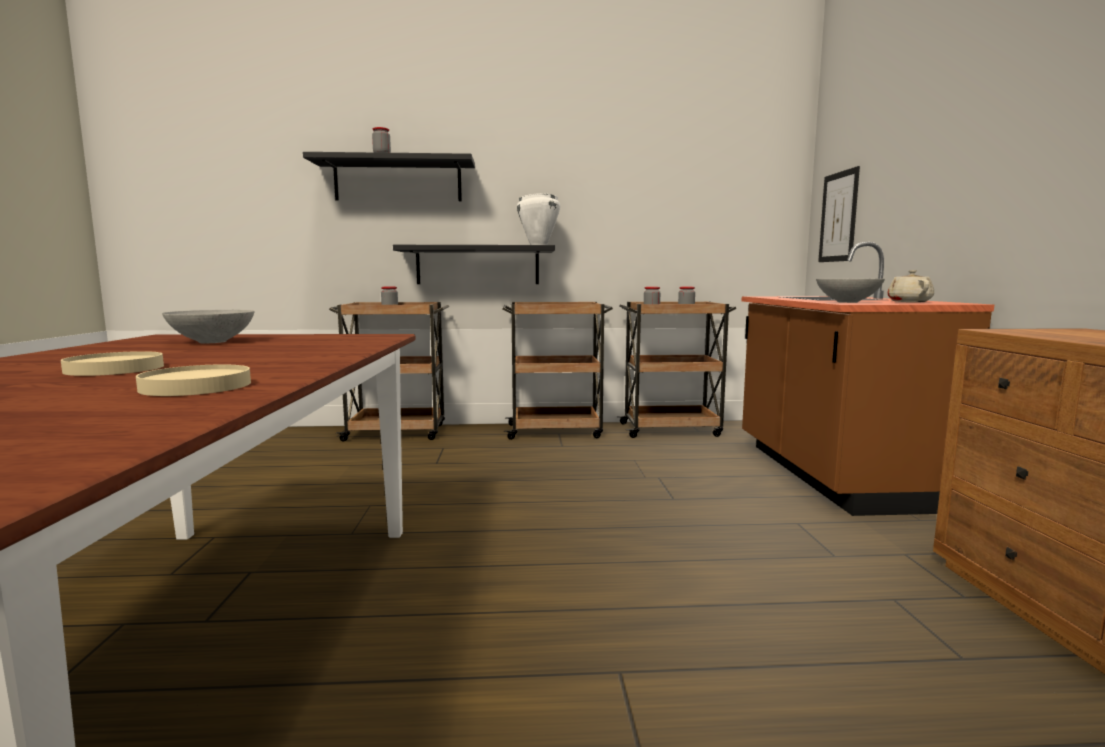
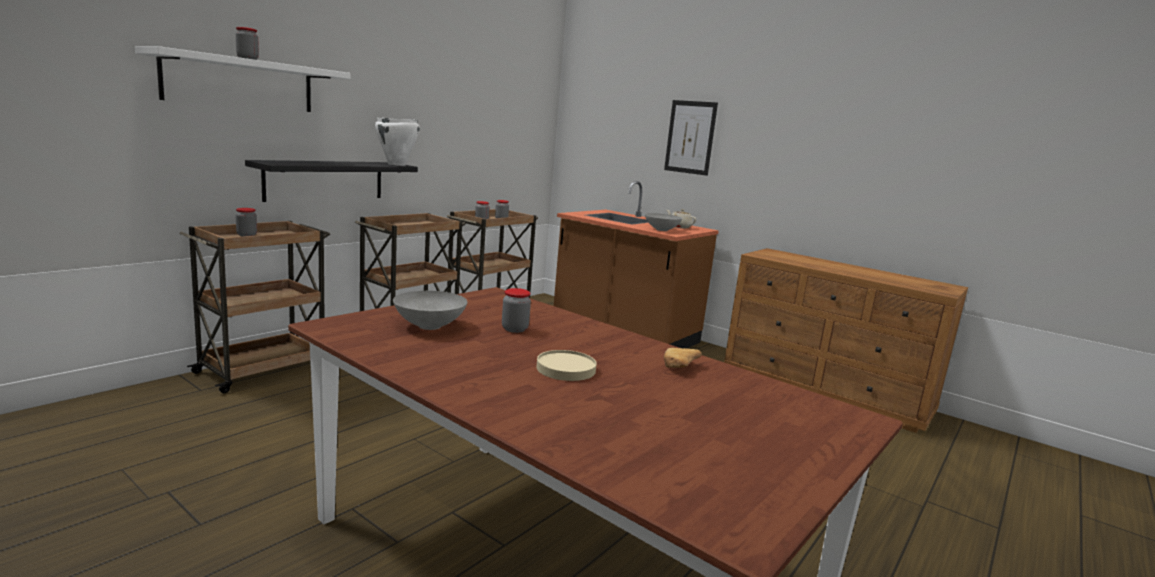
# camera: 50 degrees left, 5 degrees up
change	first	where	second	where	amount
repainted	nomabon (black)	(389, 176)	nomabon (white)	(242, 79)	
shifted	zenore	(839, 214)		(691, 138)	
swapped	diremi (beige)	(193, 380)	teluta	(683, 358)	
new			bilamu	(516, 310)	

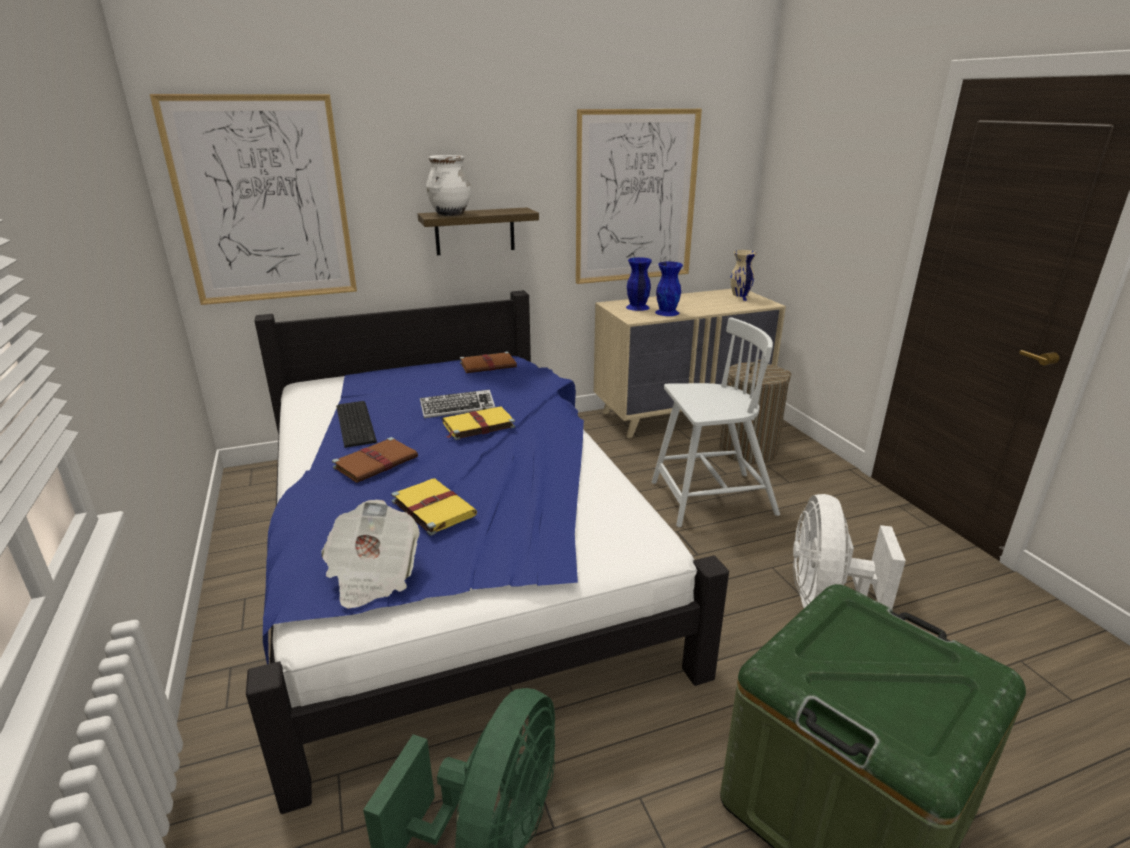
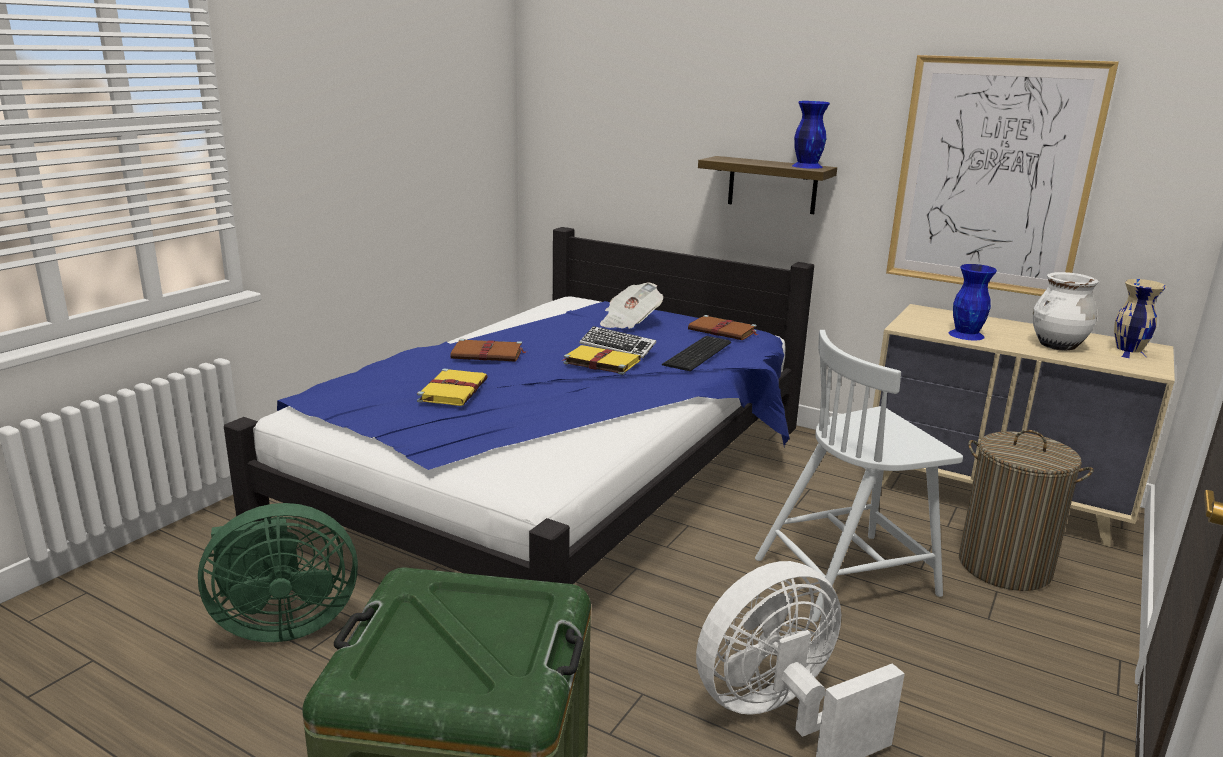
# camera: 50 degrees right, 5 degrees down
change	first	where	second	where	amount
gone	zenore	(253, 199)			
shifted	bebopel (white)	(448, 185)		(1065, 311)	
shifted	bebopel (blue)	(639, 284)		(811, 135)	
rotated	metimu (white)	(716, 422)		(859, 476)	120 degrees clockwise
shifted	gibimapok	(356, 424)		(696, 353)	
shifted	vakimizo	(370, 554)		(631, 306)	

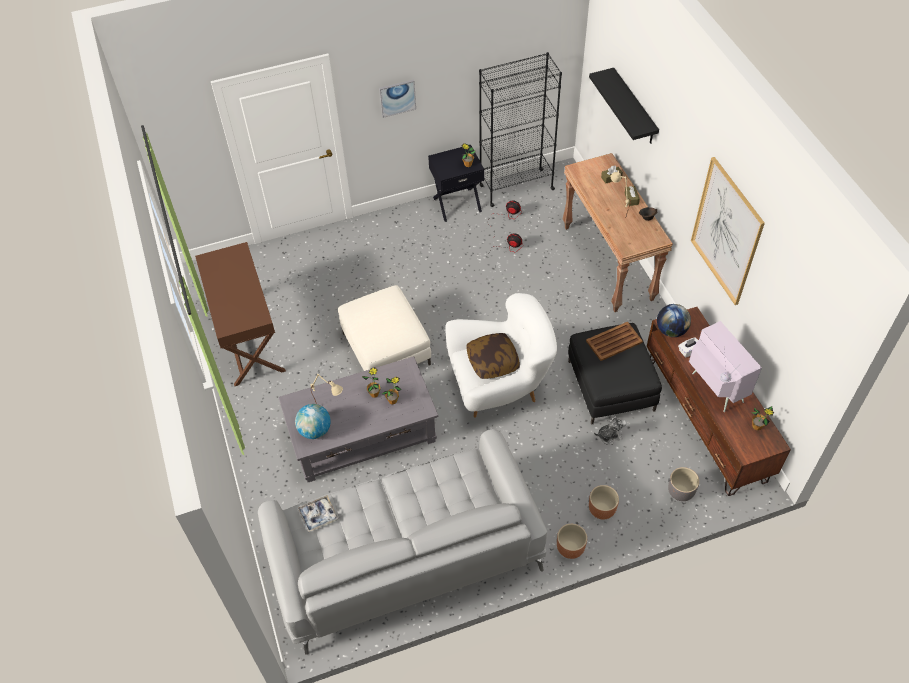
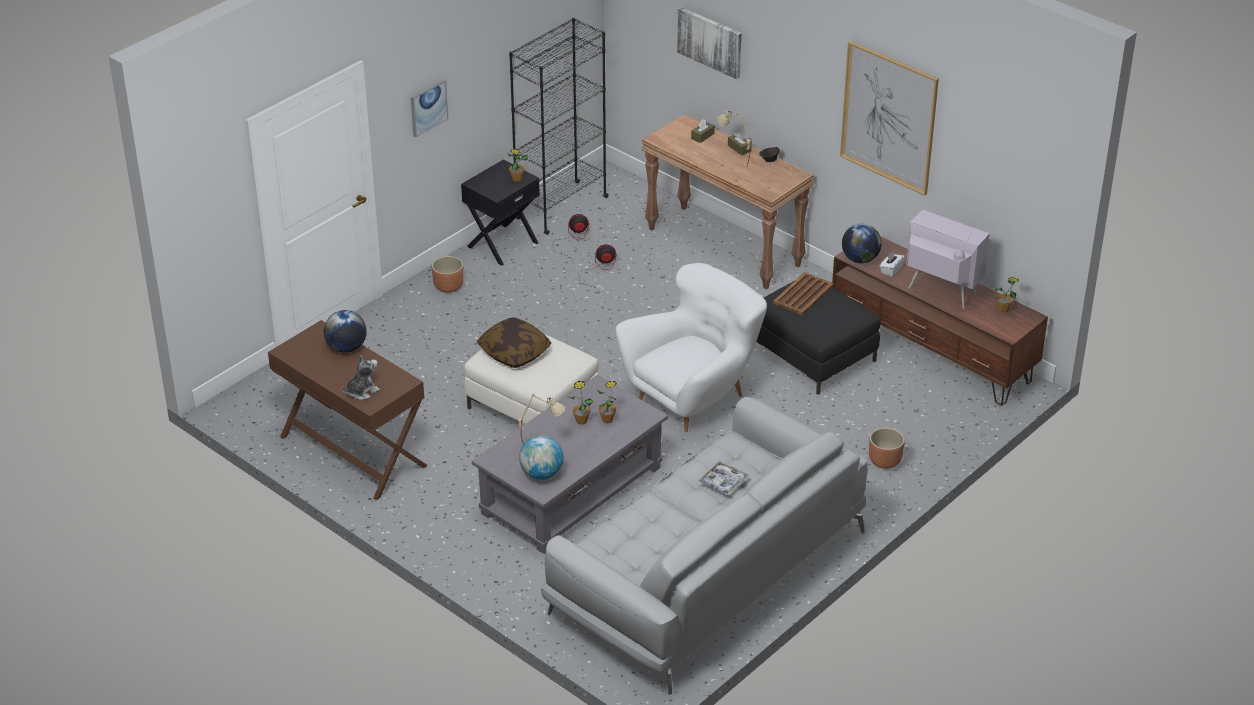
# camera: 30 degrees left, 15 degrees down
change	first	where	second	where	amount
swapped	nomabon (black)	(624, 106)	zenore	(709, 43)	
shifted	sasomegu	(493, 356)		(514, 342)	
shifted	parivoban	(610, 430)		(361, 377)	
gone	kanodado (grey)	(683, 484)			
shifted	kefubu	(318, 514)		(723, 478)	
shifted	kanodado (brown)	(572, 541)		(448, 274)	
new			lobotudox	(345, 331)	

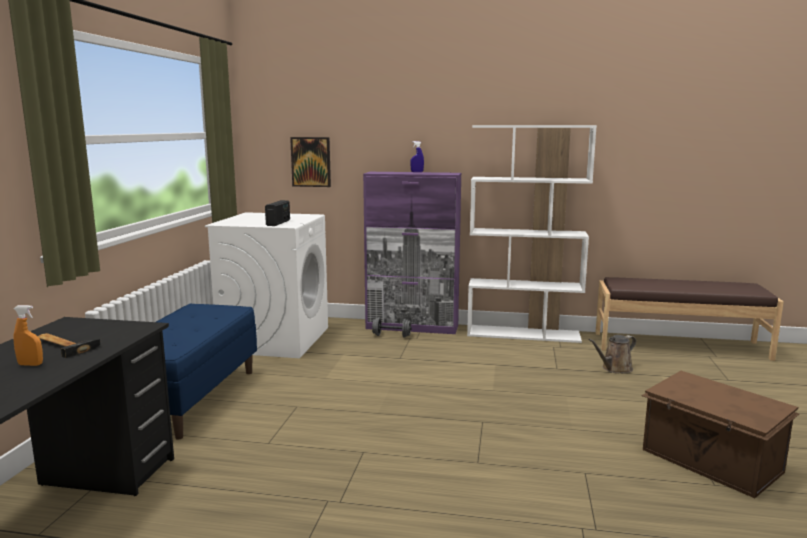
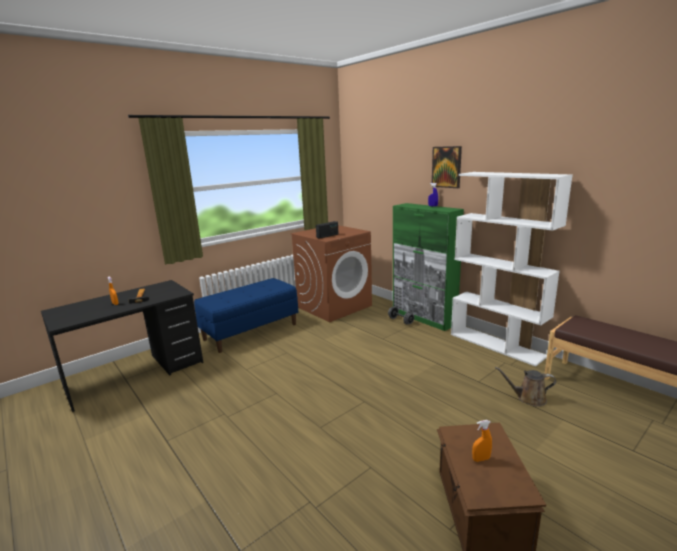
# camera: 40 degrees right, 5 degrees up
change	first	where	second	where	amount
shifted	zenore	(310, 162)		(447, 167)	
repainted	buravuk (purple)	(412, 253)	buravuk (green)	(428, 267)	
repainted	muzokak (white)	(266, 285)	muzokak (brown)	(331, 273)	
new			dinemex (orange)	(482, 441)	

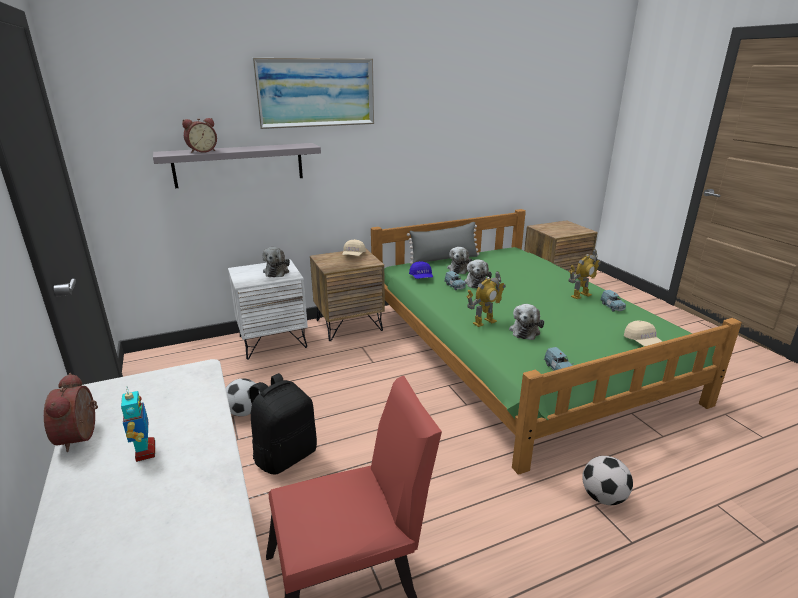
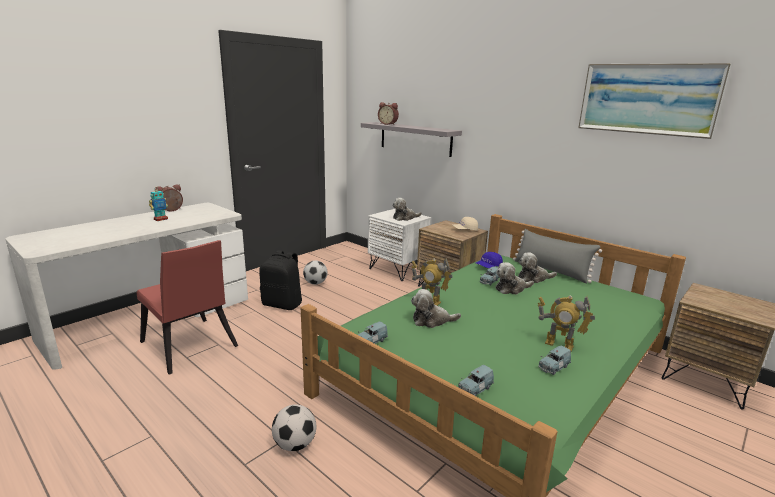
# camera: 65 degrees right, 5 degrees down
change	first	where	second	where	amount
shifted	zenore	(313, 93)		(655, 101)	
swapped	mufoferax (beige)	(643, 333)	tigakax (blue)	(476, 380)	

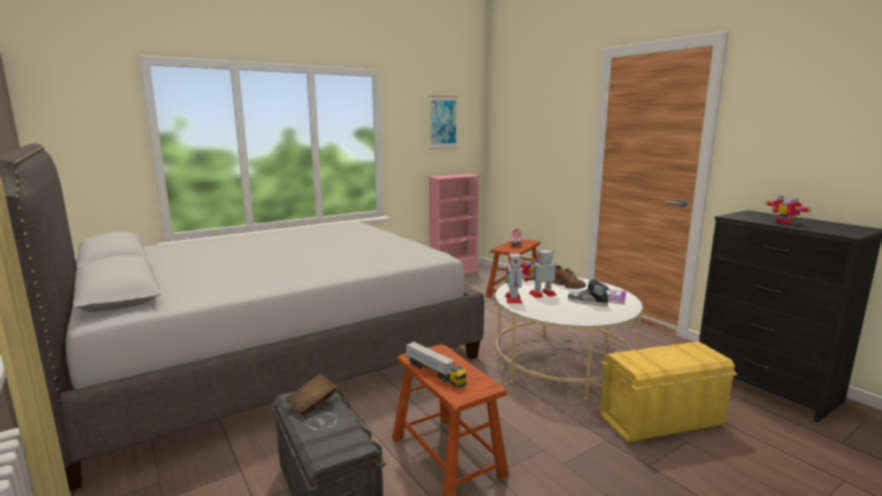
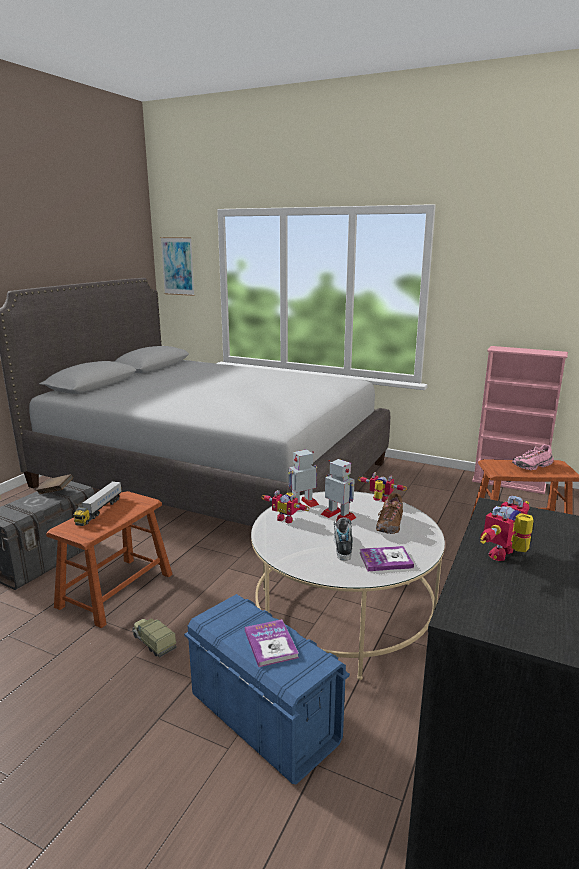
# camera: 60 degrees right, 5 degrees up
change	first	where	second	where	amount
shifted	zenore	(443, 122)		(177, 266)	
repainted	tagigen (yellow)	(668, 392)	tagigen (blue)	(267, 689)	
new			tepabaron	(285, 506)	
new			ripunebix	(154, 638)	
new			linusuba	(272, 643)	

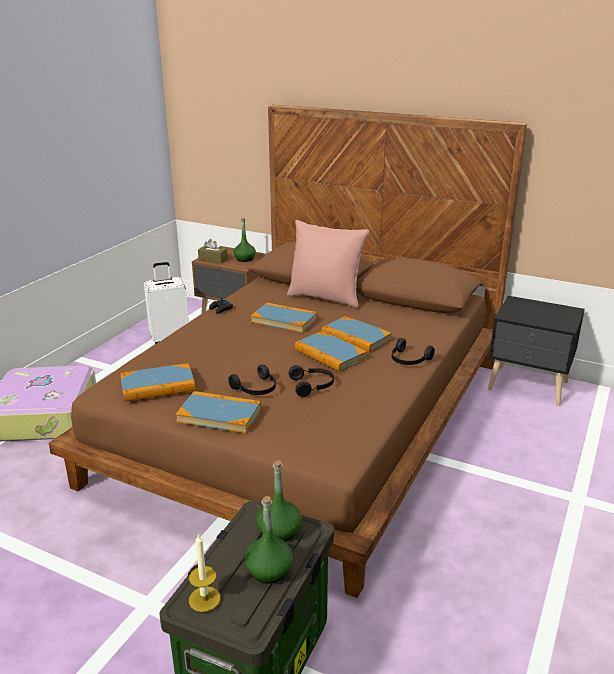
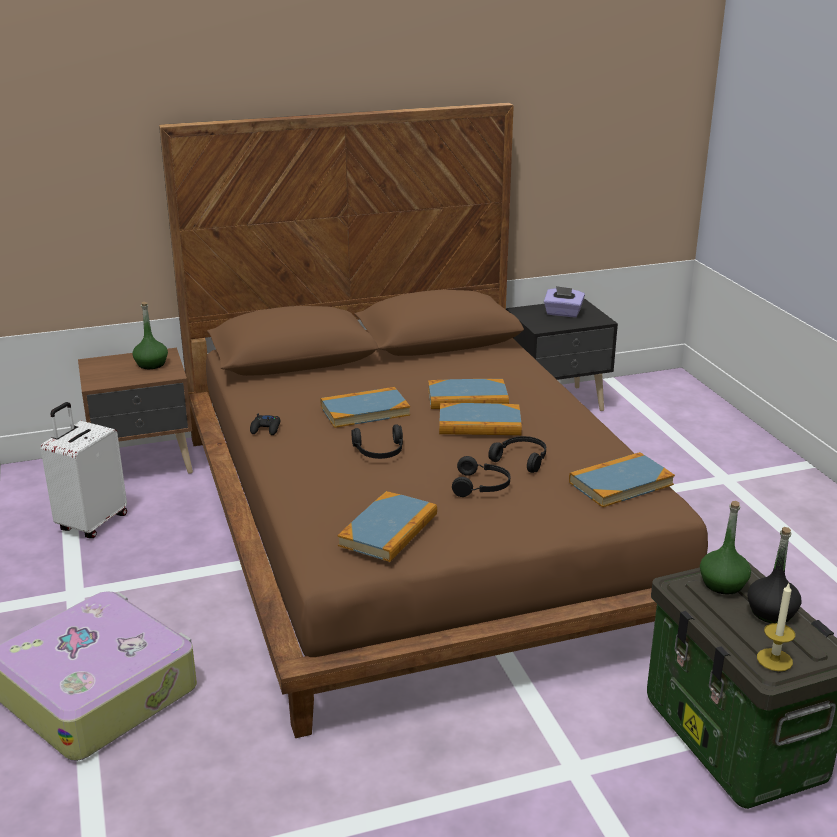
# camera: 45 degrees left, 0 degrees up
change	first	where	second	where	amount
gone	sasomegu (pink)	(328, 264)			
gone	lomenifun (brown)	(213, 251)			
shifted	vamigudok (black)	(413, 351)		(377, 441)	
shifted	linusuba	(218, 412)		(622, 479)	
repainted	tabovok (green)	(269, 540)	tabovok (black)	(774, 575)	
new			lomenifun (purple)	(564, 301)	

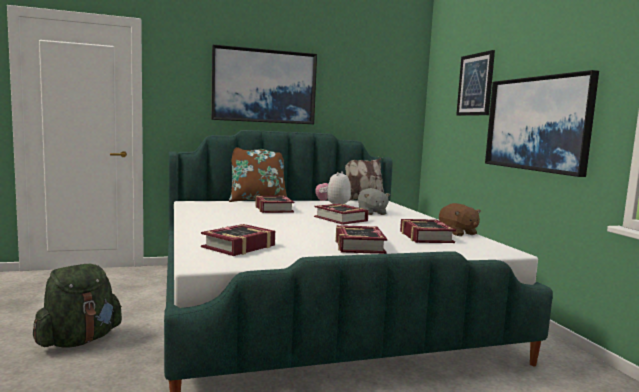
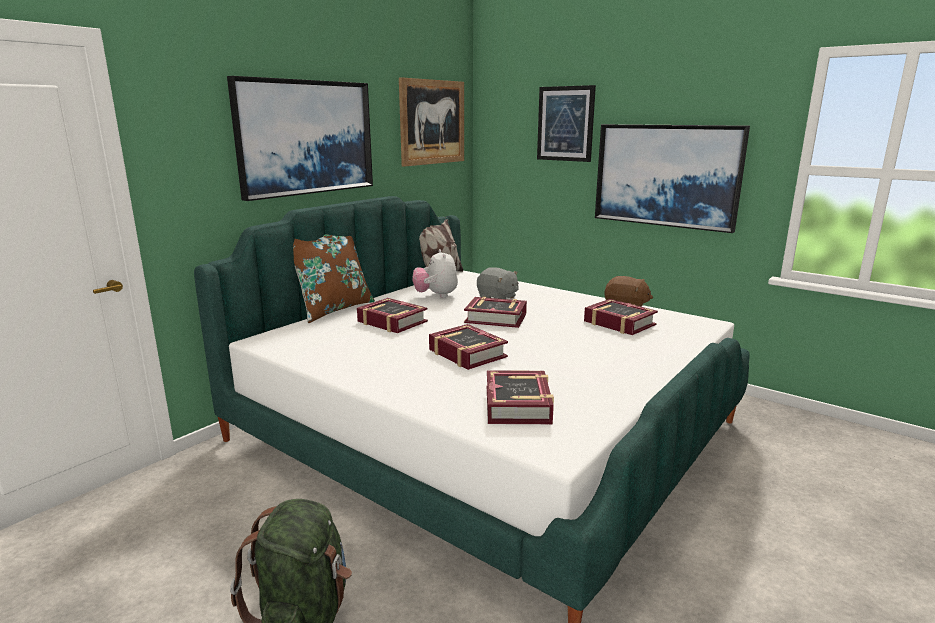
# camera: 35 degrees left, 10 degrees up
change	first	where	second	where	amount
shifted	linusuba	(361, 239)		(468, 347)	
new			zenore	(431, 122)	

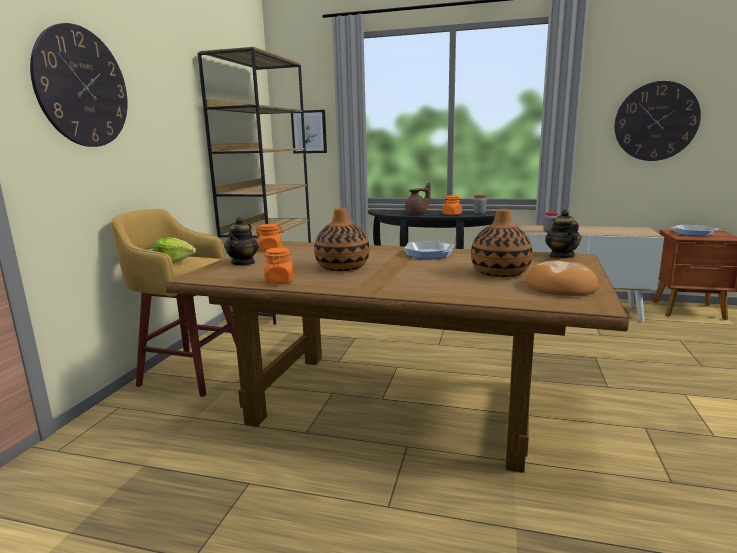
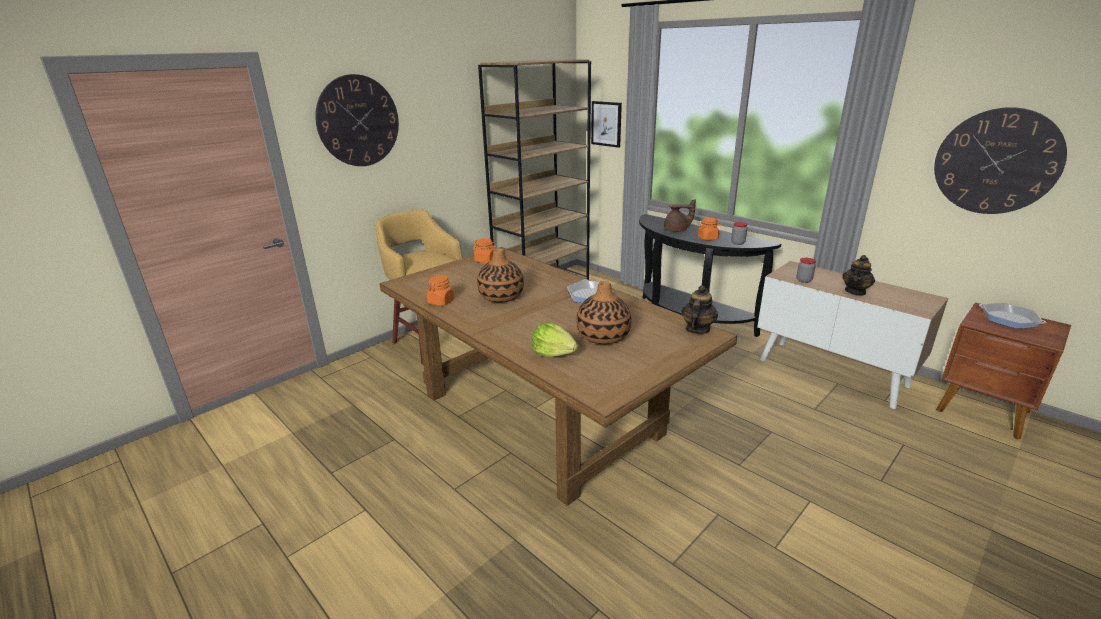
# camera: 30 degrees right, 10 degrees up
change	first	where	second	where	amount
shifted	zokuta	(241, 241)		(858, 275)	
shifted	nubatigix	(174, 250)		(555, 339)	
gone	teluta	(562, 278)			

